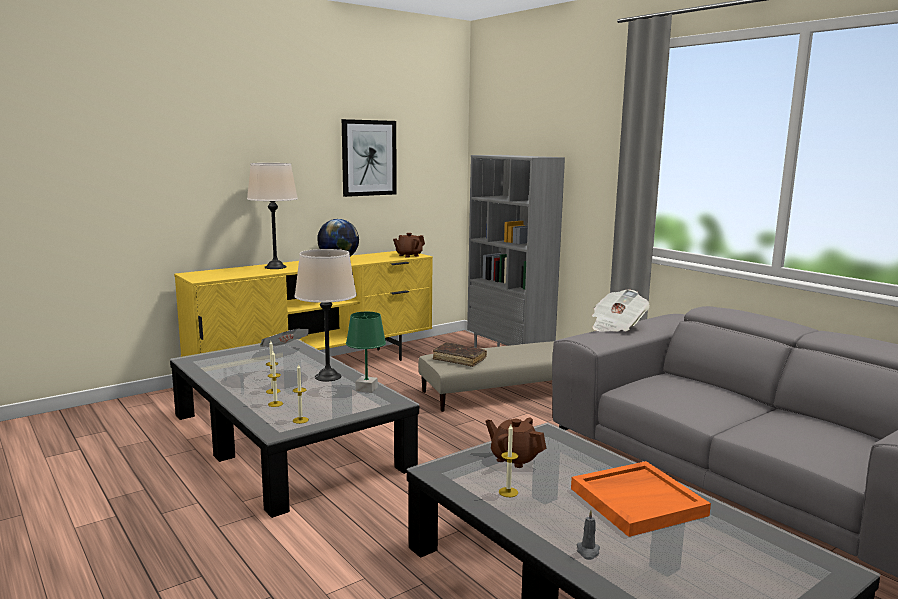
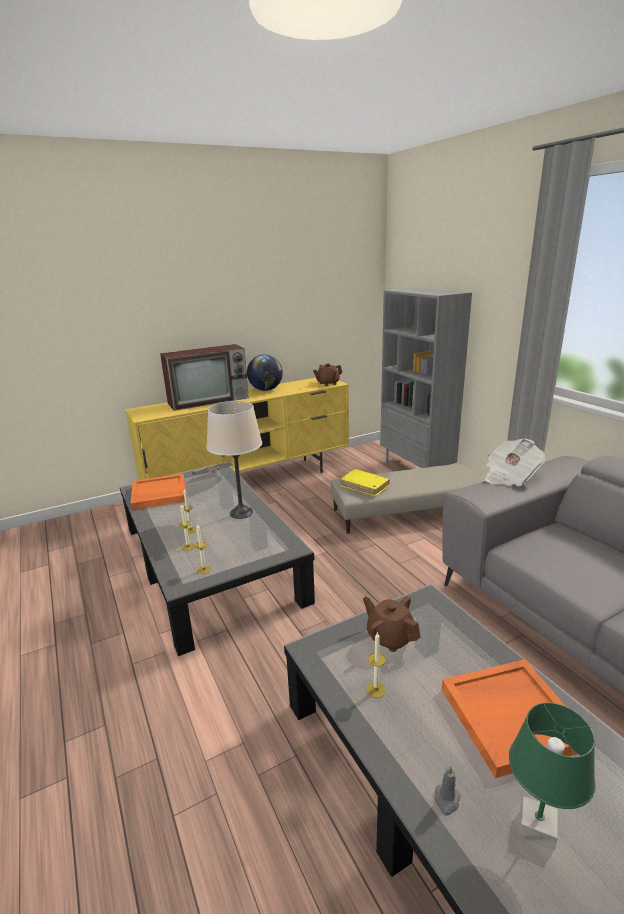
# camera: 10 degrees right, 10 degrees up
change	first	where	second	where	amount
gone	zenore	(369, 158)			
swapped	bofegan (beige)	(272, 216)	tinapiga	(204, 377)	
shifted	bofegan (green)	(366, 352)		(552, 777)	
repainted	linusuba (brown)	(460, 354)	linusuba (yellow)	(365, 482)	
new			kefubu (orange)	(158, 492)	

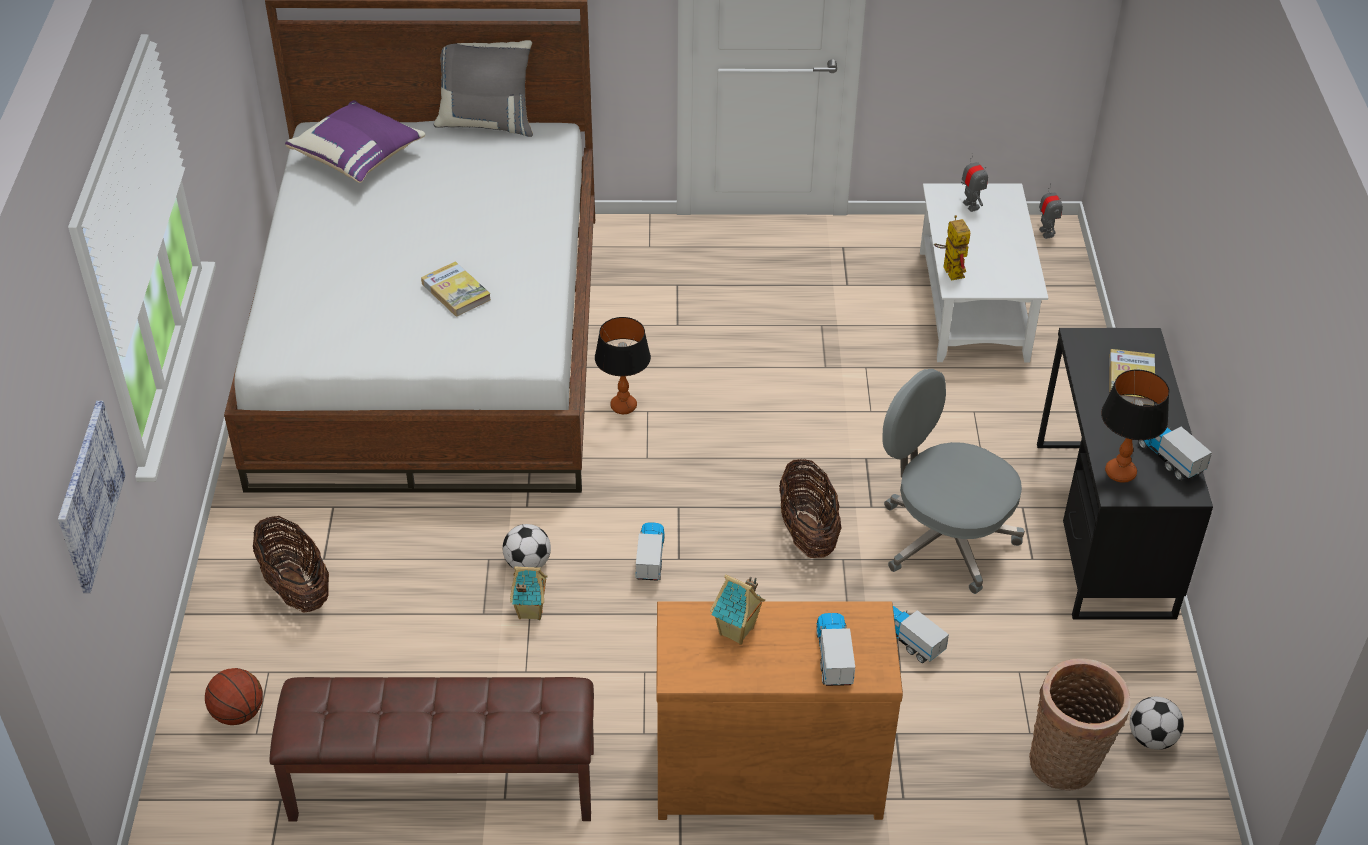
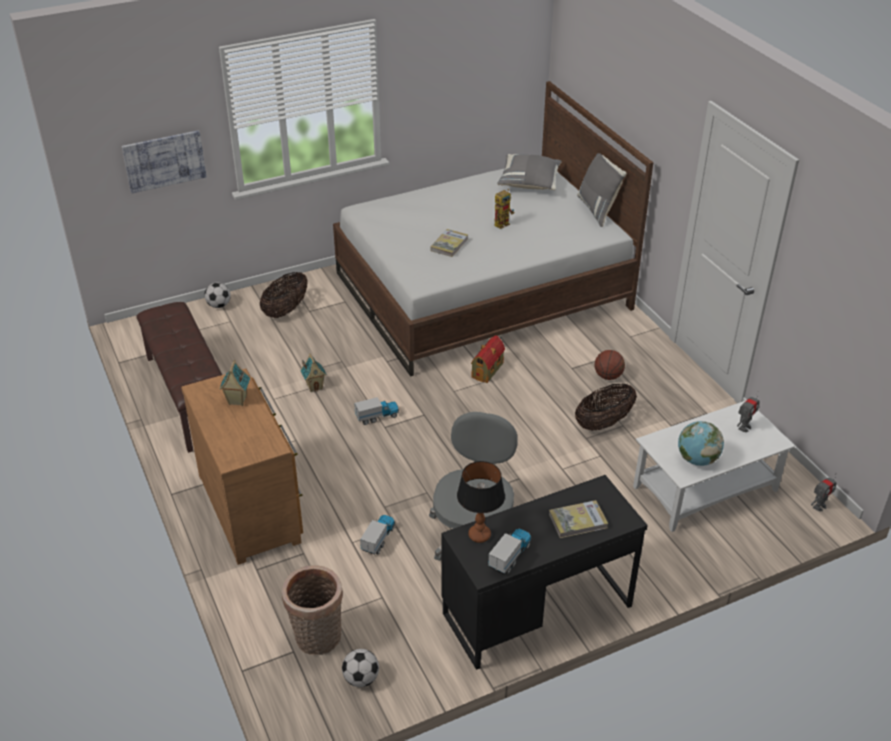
# camera: 65 degrees right, 5 degrees down
change	first	where	second	where	amount
repainted	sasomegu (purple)	(355, 141)	sasomegu (grey)	(529, 172)	
shifted	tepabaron	(952, 248)		(504, 209)	
swapped	bofegan	(623, 365)	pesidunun	(488, 359)	
shifted	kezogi	(810, 508)		(606, 407)	
shifted	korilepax	(526, 546)		(217, 295)	
gone	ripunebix	(835, 649)			
shifted	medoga	(234, 696)		(609, 365)	
new			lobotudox	(701, 443)	

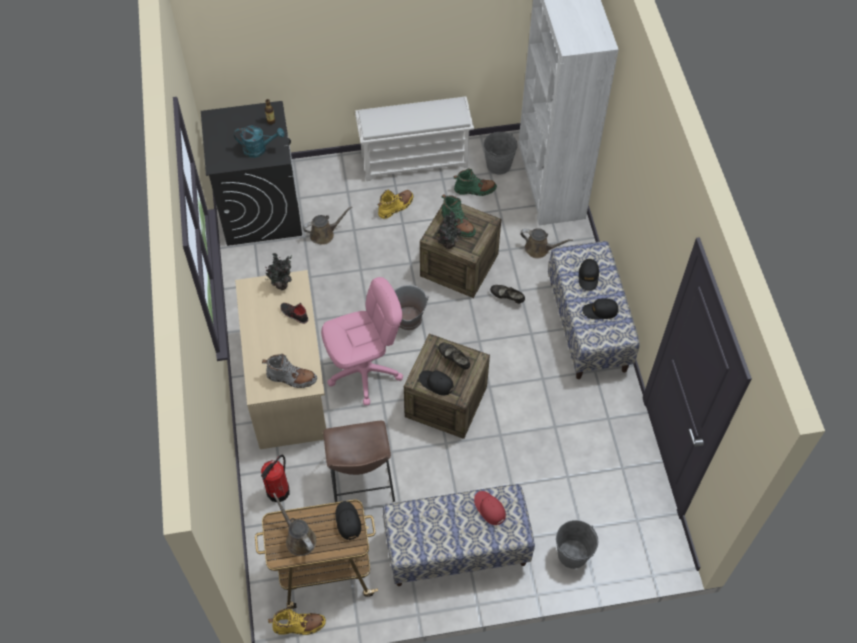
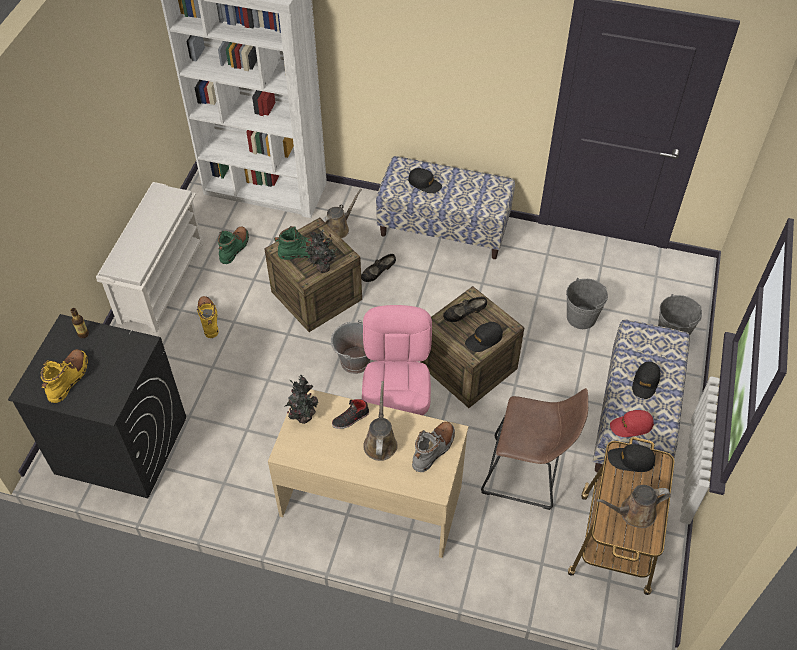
# camera: 65 degrees left, 5 degrees down
change	first	where	second	where	amount
gone	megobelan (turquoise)	(259, 142)			
shifted	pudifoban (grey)	(500, 153)		(587, 303)	
shifted	megobelan (brown)	(327, 225)		(380, 421)	
shifted	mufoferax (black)	(600, 308)		(646, 380)	
gone	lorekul	(275, 478)			
shifted	mufoferax (red)	(490, 508)		(632, 423)	
shifted	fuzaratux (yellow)	(297, 621)		(64, 376)	

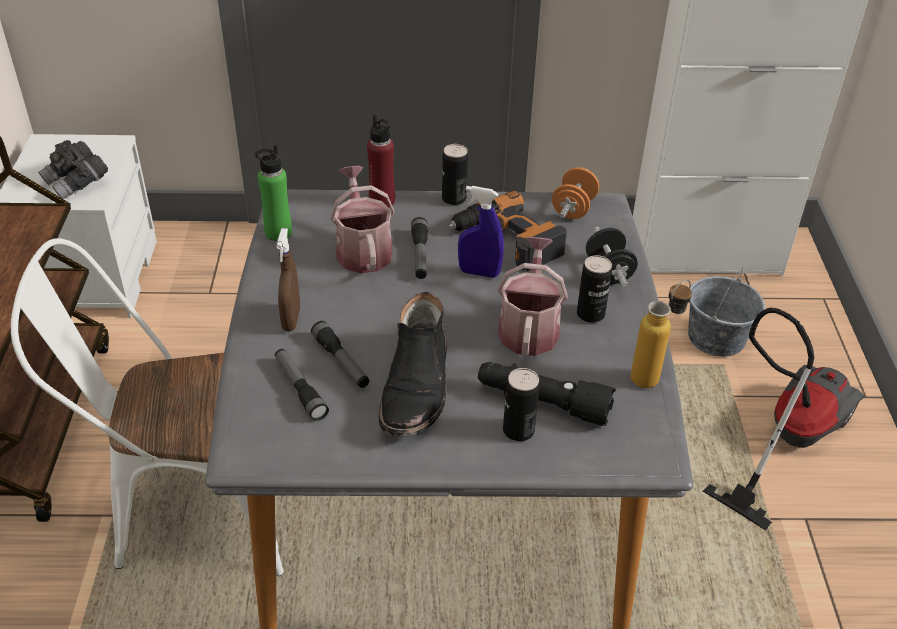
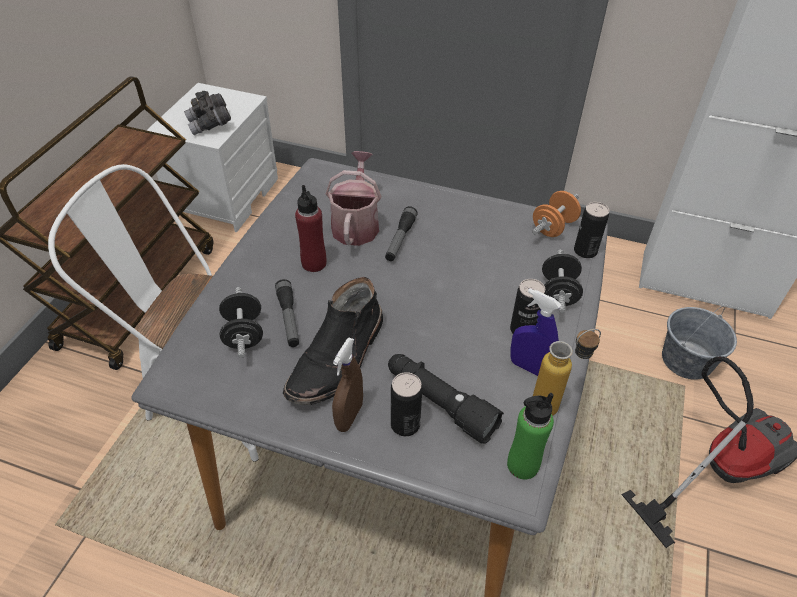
# camera: 20 degrees right, 5 degrees up
change	first	where	second	where	amount
shifted	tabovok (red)	(381, 161)		(310, 228)	
shifted	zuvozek	(455, 174)		(591, 230)	
shifted	tabovok (green)	(273, 193)		(530, 436)	
shifted	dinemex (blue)	(481, 232)		(535, 332)	
gone	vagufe	(508, 231)			
shifted	dinemex (brown)	(288, 279)		(347, 385)	
gone	megobelan	(532, 296)			
swapped	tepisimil	(302, 385)	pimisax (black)	(241, 322)	

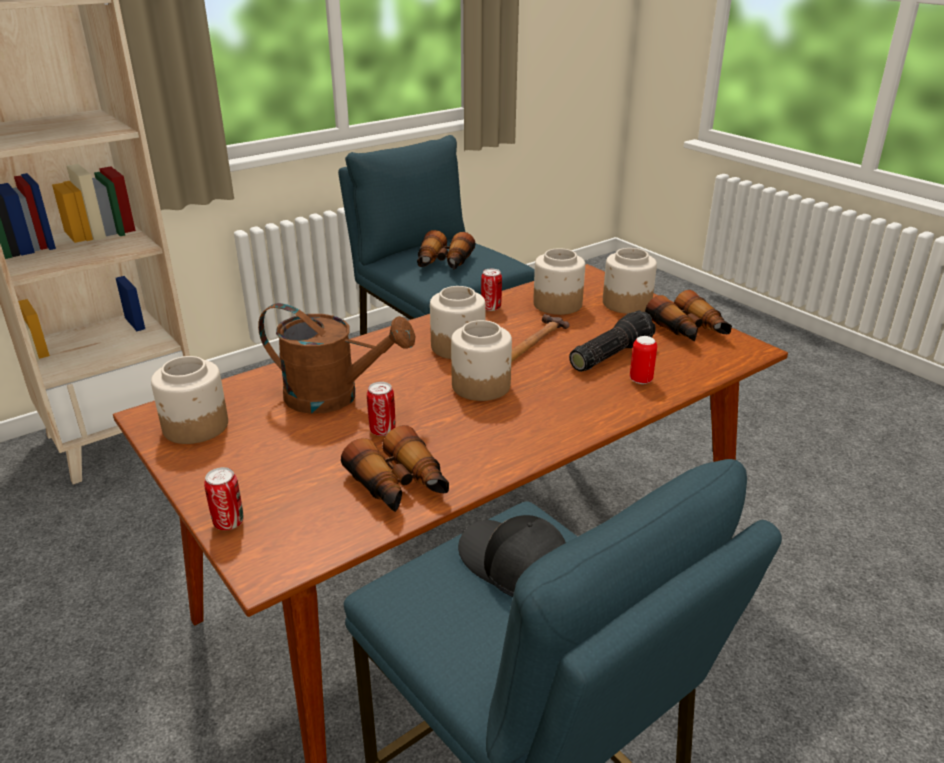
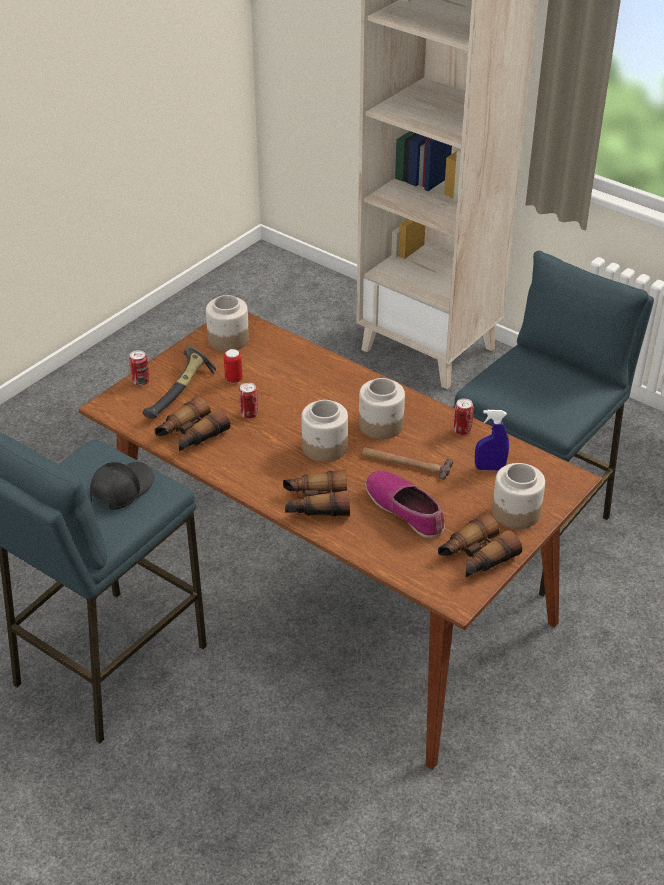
# camera: 75 degrees right, 10 degrees up
change	first	where	second	where	amount
shifted	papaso	(446, 249)		(316, 493)	
swapped	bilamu	(559, 281)	dinemex (blue)	(492, 440)	
gone	megobelan (brown)	(336, 358)			
swapped	tepisimil	(612, 341)	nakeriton	(405, 504)	
shifted	zuvozek	(643, 360)		(233, 366)	
new			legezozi	(179, 382)	

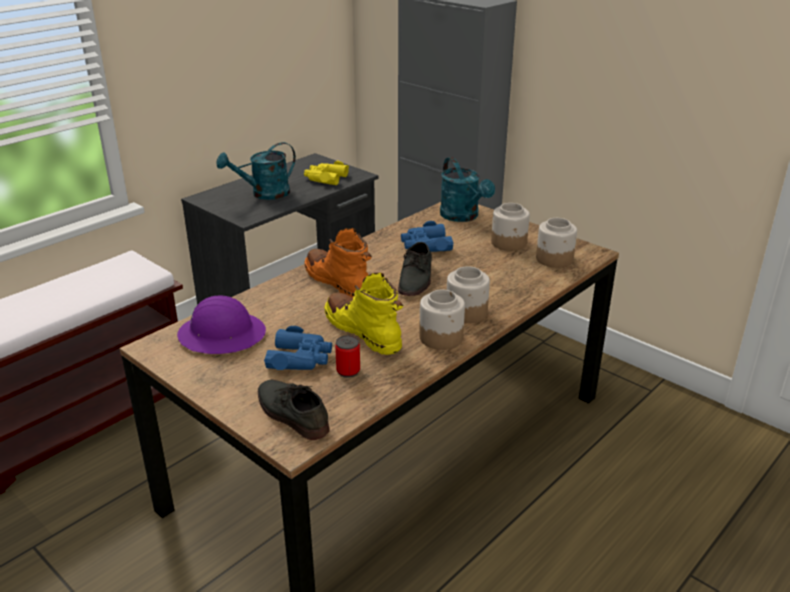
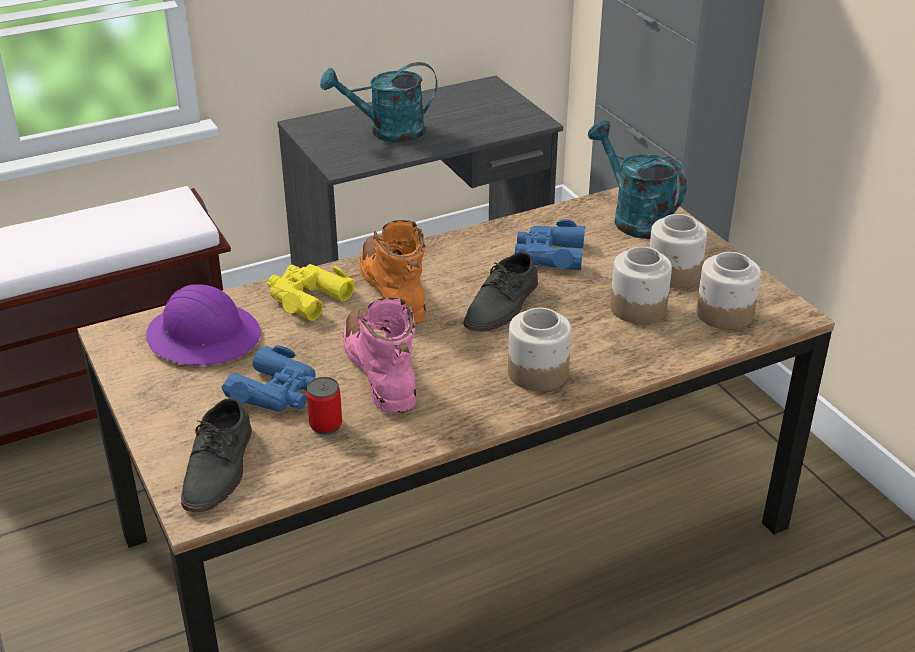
# camera: 20 degrees right, 5 degrees up
change	first	where	second	where	amount
rotated	megobelan (turquoise)	(467, 189)		(637, 179)	150 degrees clockwise
shifted	papaso (yellow)	(326, 173)		(311, 292)	
repainted	fuzaratux (yellow)	(364, 314)	fuzaratux (pink)	(380, 356)	
shifted	bilamu	(442, 320)		(641, 285)	
rotated	nakeriton (grey)	(294, 410)		(216, 455)	150 degrees counterclockwise

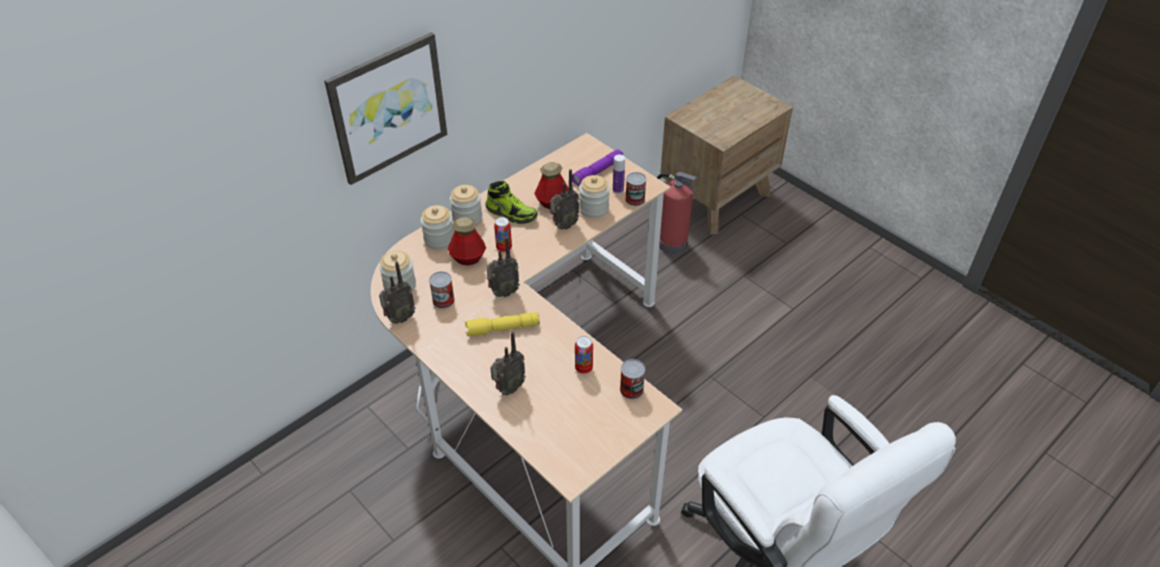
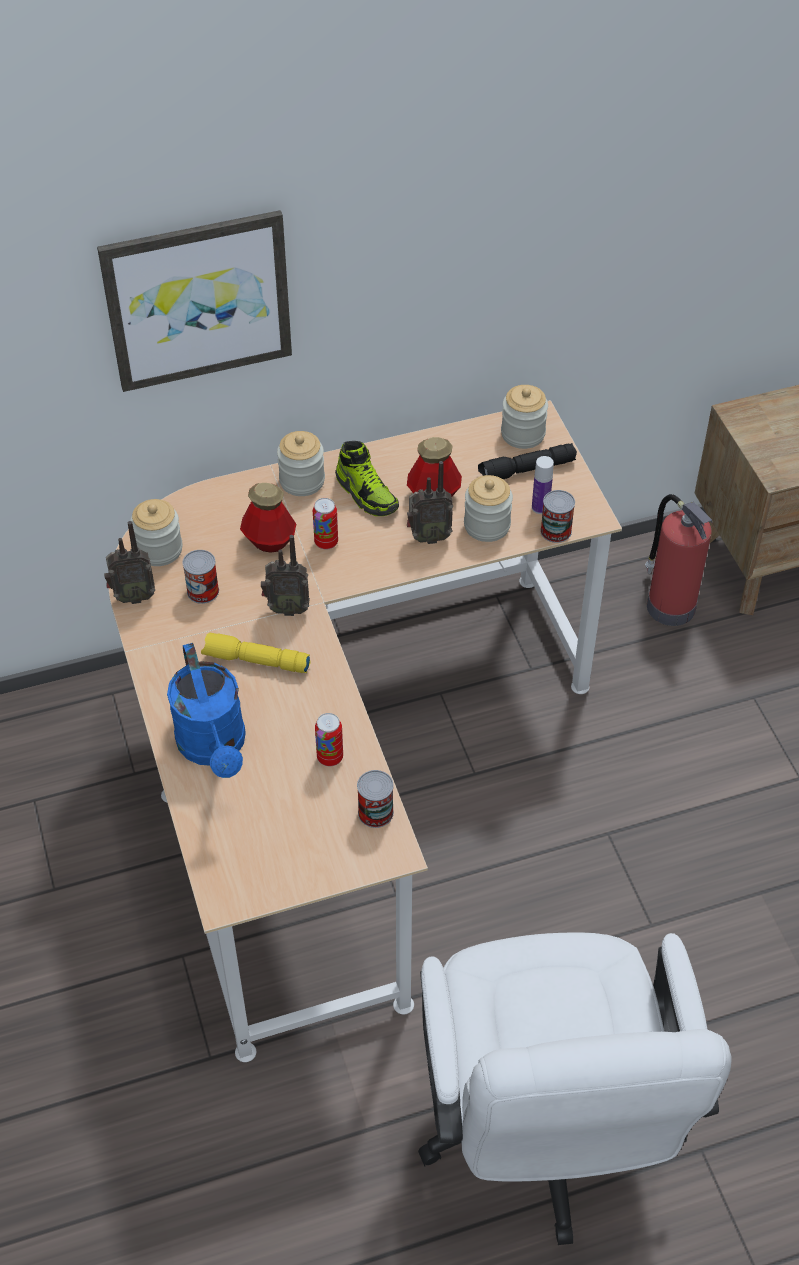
# camera: 25 degrees right, 5 degrees up
change	first	where	second	where	amount
repainted	tepisimil (purple)	(597, 167)	tepisimil (black)	(527, 461)	
shifted	bilamu	(437, 227)		(524, 417)	
swapped	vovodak	(508, 363)	megobelan (blue)	(206, 710)	

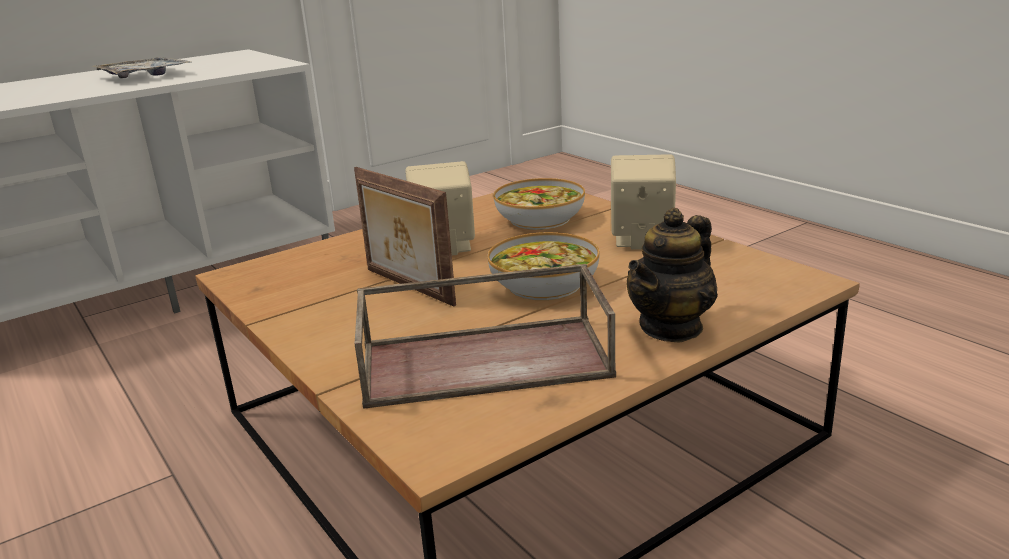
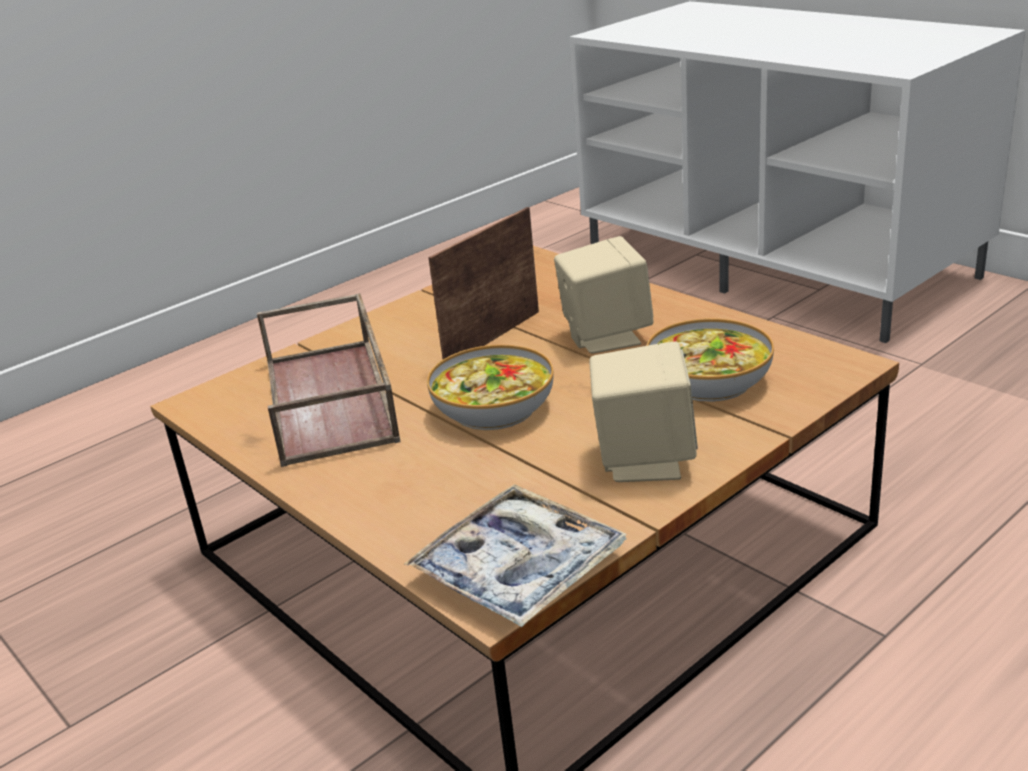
# camera: 85 degrees right, 5 degrees up
change	first	where	second	where	amount
shifted	kefubu	(141, 67)		(515, 555)	
gone	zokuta	(672, 275)			

